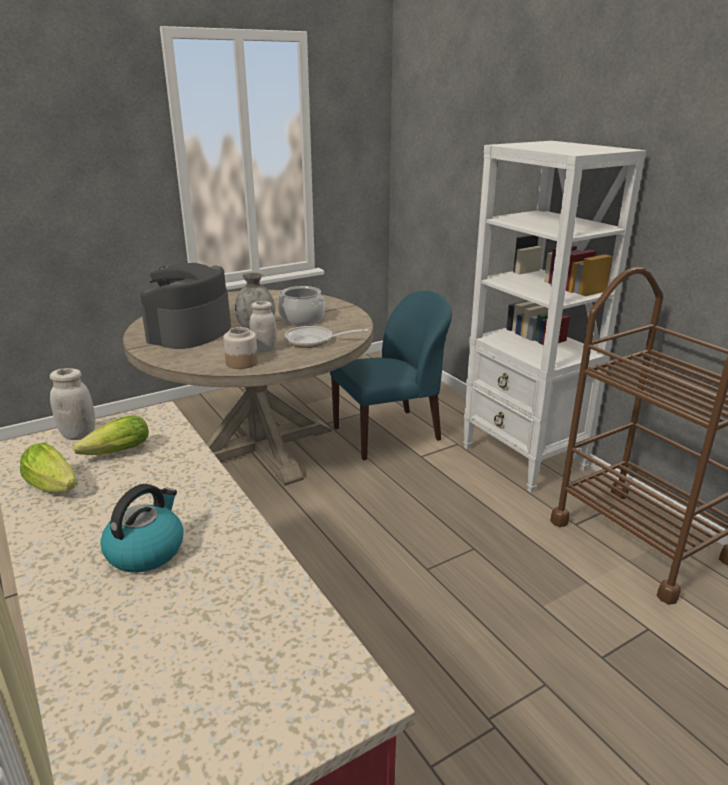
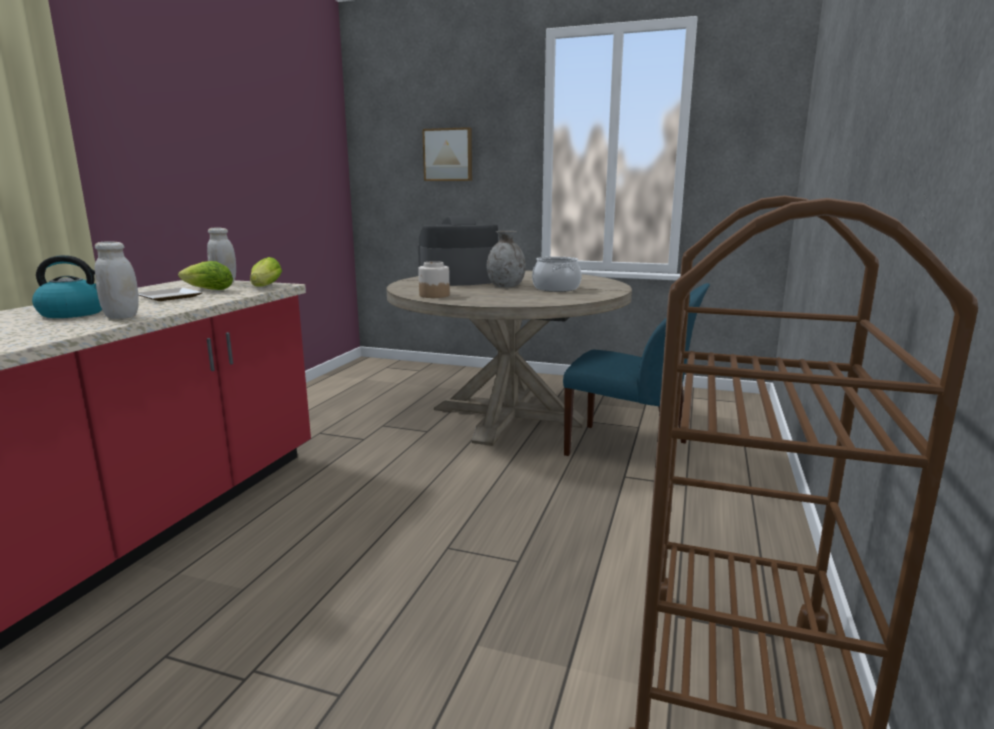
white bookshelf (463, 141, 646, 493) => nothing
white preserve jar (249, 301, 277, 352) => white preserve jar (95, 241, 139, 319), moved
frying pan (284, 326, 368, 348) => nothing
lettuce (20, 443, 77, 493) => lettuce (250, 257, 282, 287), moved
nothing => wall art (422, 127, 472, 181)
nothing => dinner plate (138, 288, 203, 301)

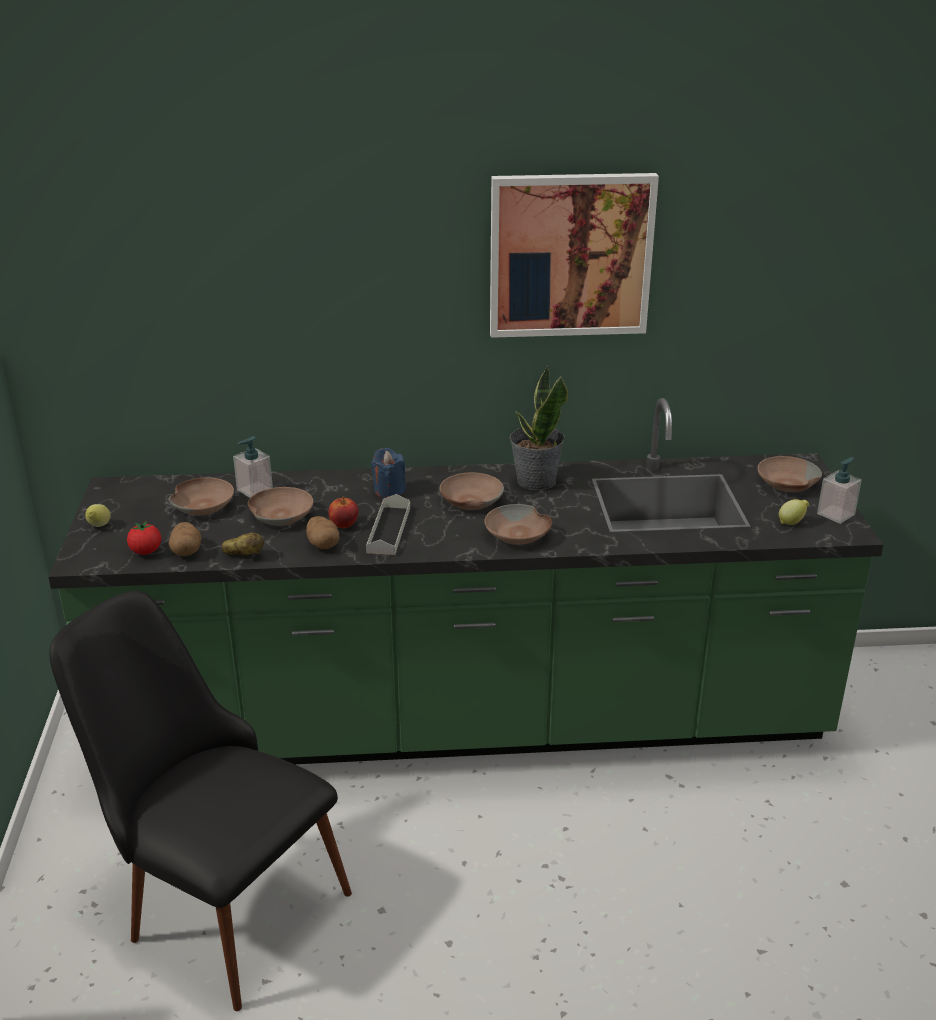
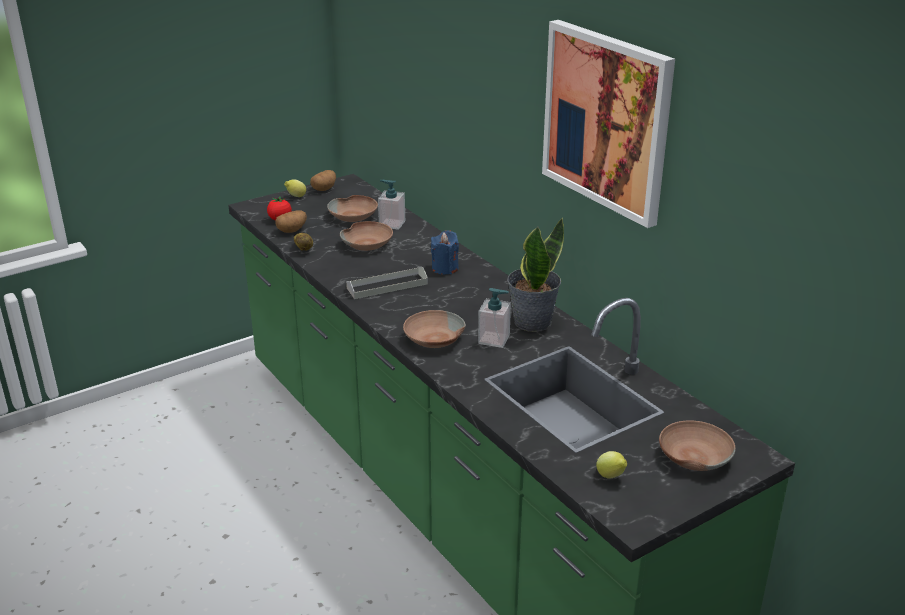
soap bottle (817, 457, 862, 524) => soap bottle (478, 288, 511, 348), moved
brownish deep dish (440, 472, 504, 510) => nothing
apple (329, 496, 359, 528) => nothing
spud (306, 516, 339, 549) => spud (310, 170, 336, 191), moved
black chair (50, 591, 352, 1011) => nothing

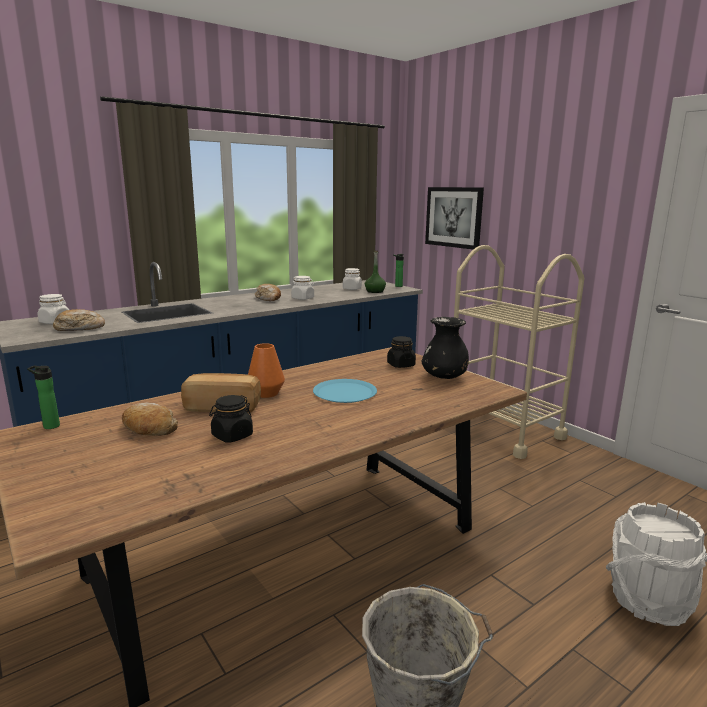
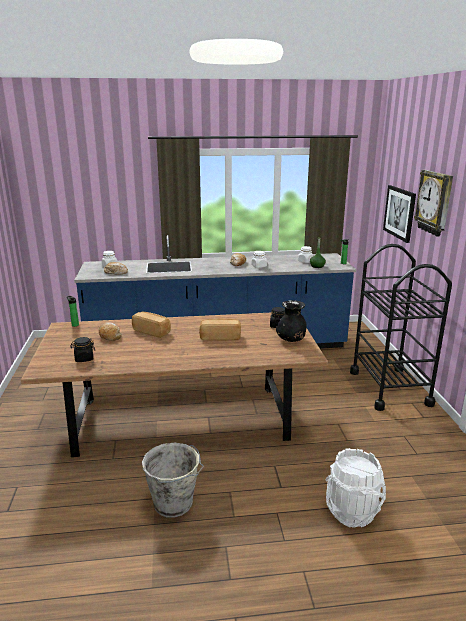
beige-coloured wheeled cart (454, 245, 584, 459) => black wheeled cart (350, 244, 452, 411)
orange flower vase (248, 343, 285, 398) => nothing
blue dinner plate (313, 379, 377, 403) => bread (199, 319, 241, 340)
black preserve jar (209, 395, 253, 443) => black preserve jar (70, 337, 95, 362), moved
nothing => clock on the wall (414, 170, 453, 237)

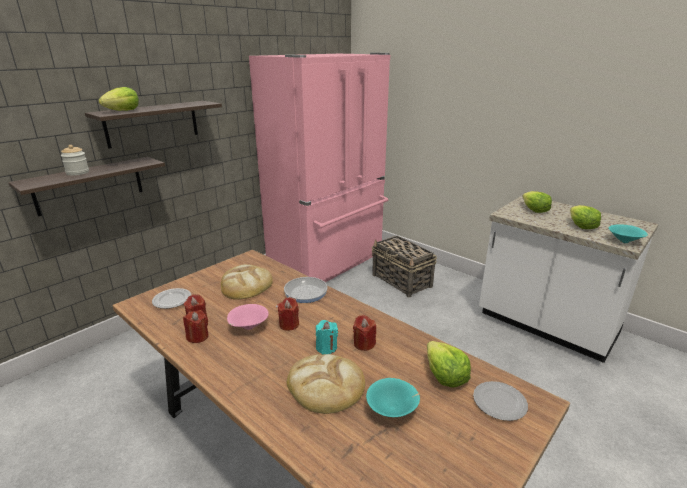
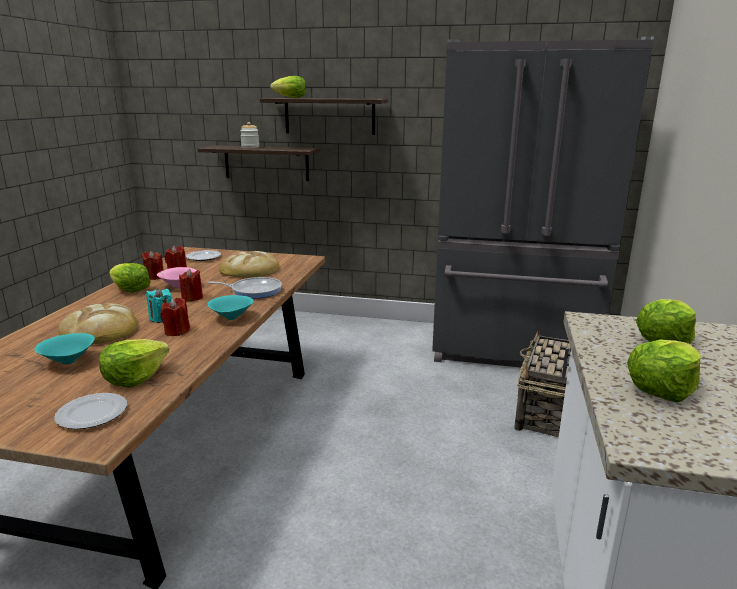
pink refrigerator (249, 53, 390, 282) => gray refrigerator (432, 36, 654, 368)
turquoise deep dish (609, 224, 648, 243) => turquoise deep dish (207, 295, 254, 320), moved
nothing => lettuce (109, 263, 150, 293)

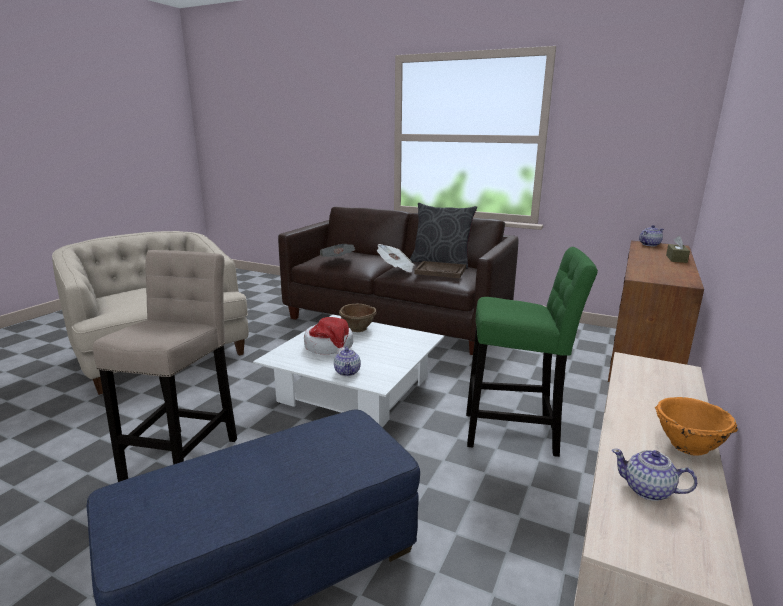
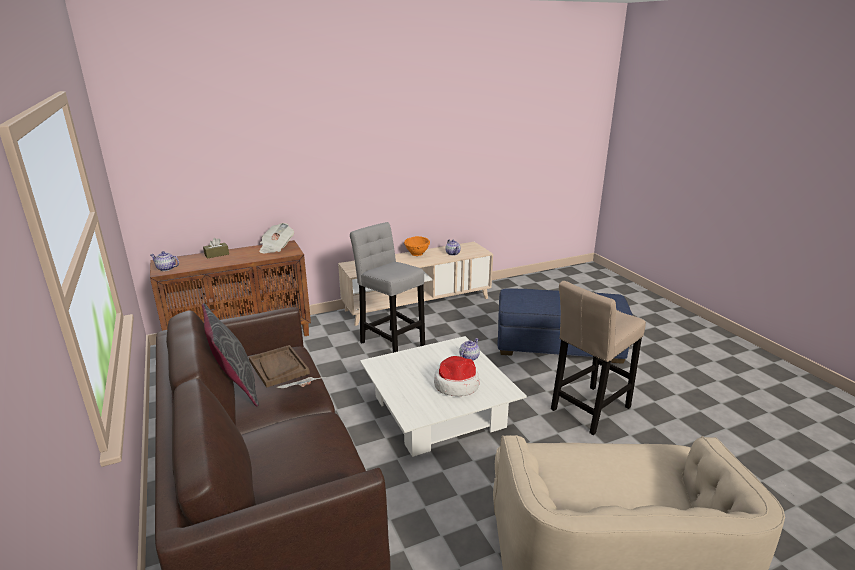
printed paper (320, 244, 355, 257) => printed paper (259, 223, 294, 253), moved
green-coloured sitting stool (466, 247, 598, 457) => gray sitting stool (350, 222, 425, 353)
brownish deep dish (339, 304, 377, 332) => nothing

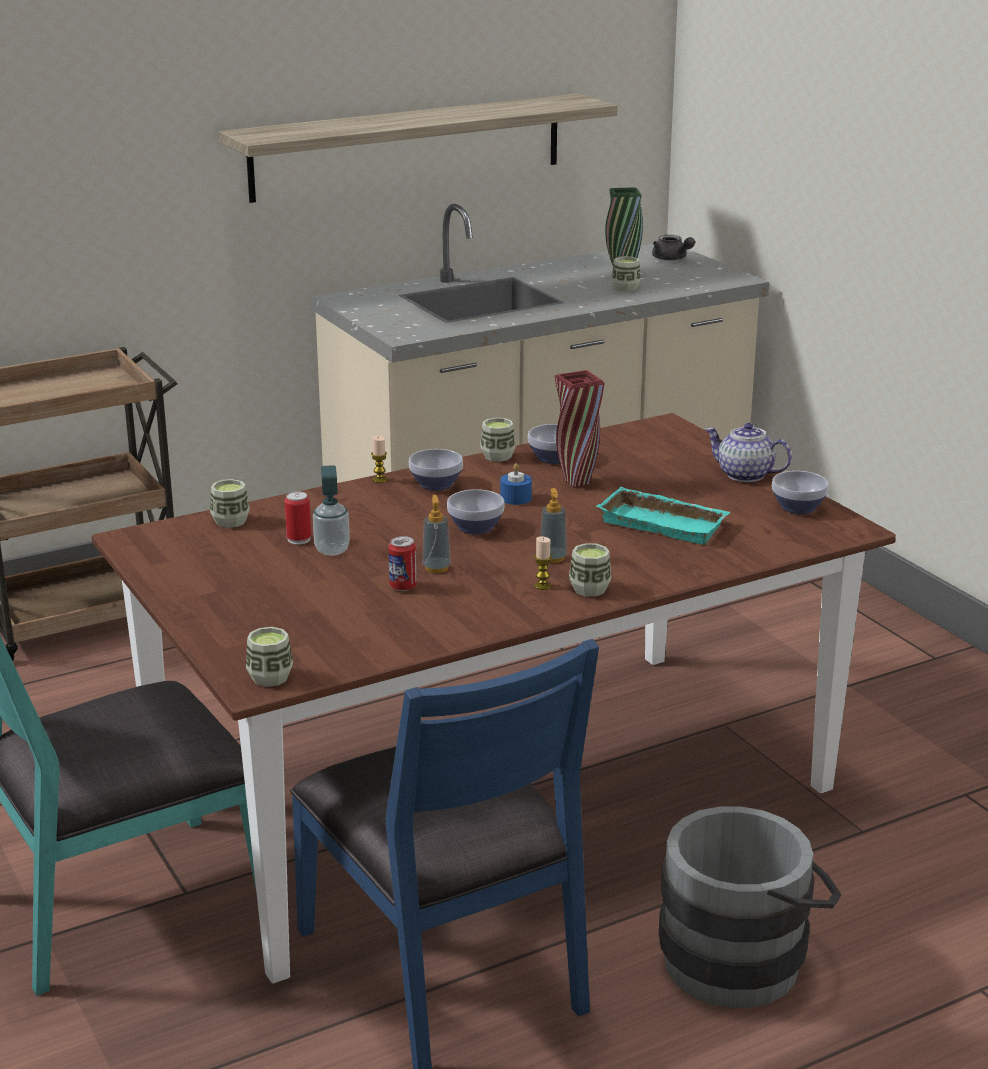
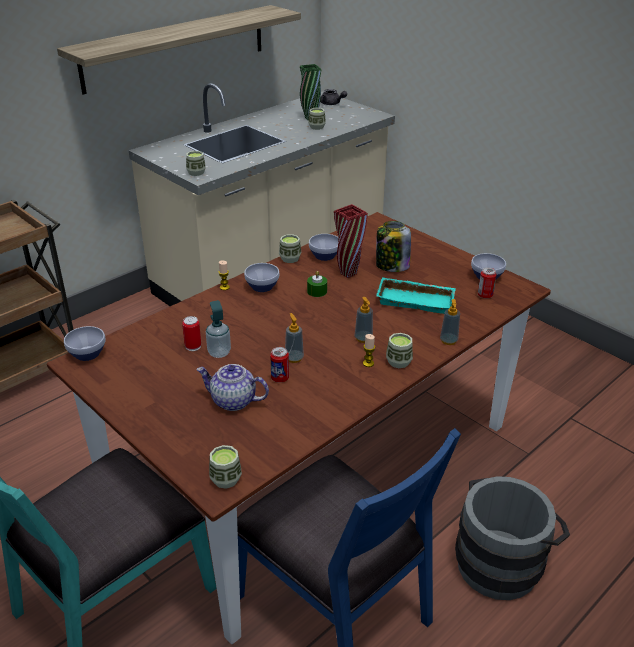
teapot (705, 423, 792, 482) => teapot (196, 364, 269, 411), moved
blue candle (500, 463, 532, 505) => green-coloured candle (307, 271, 327, 297)
cup (210, 479, 250, 528) => cup (186, 151, 206, 176), moved
deep dish (447, 489, 505, 534) => deep dish (64, 326, 106, 361), moved
nothing => preserve jar (376, 221, 411, 272)
nothing => metal can (478, 267, 497, 299)
nothing => soap bottle (440, 299, 460, 345)

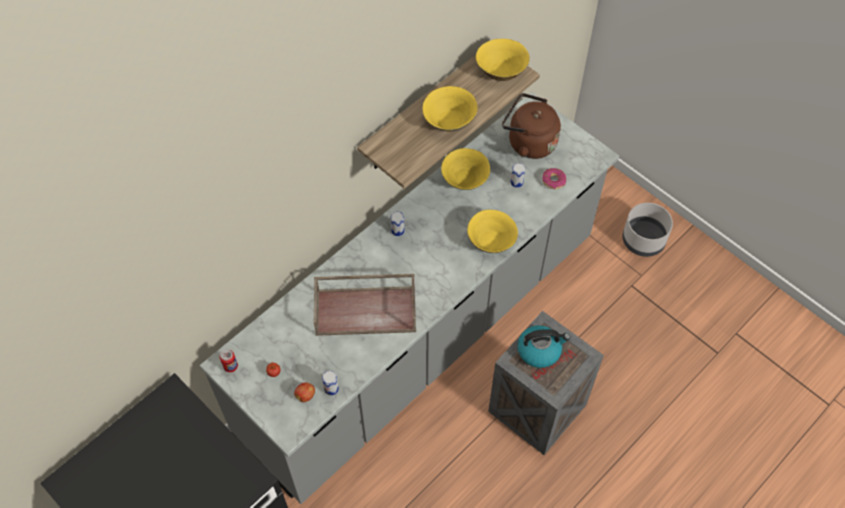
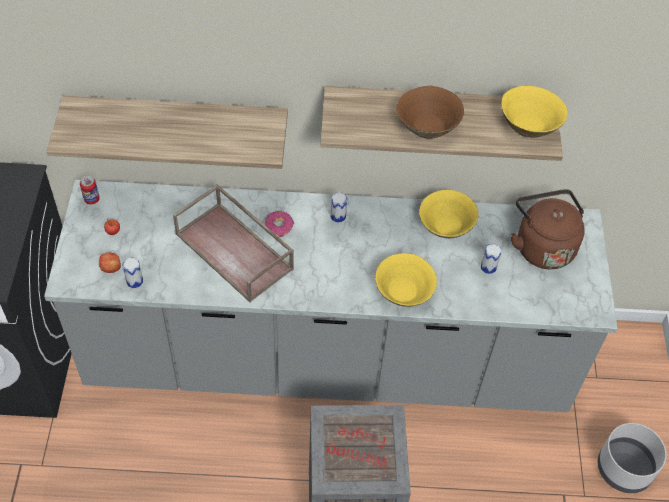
yellowish deep dish (422, 86, 478, 132) => brownish deep dish (396, 86, 464, 139)
ring doughnut (542, 168, 566, 189) => ring doughnut (265, 211, 294, 237), moved
water kettle (518, 325, 570, 368) => nothing
nothing => bracket shelf (47, 95, 288, 169)

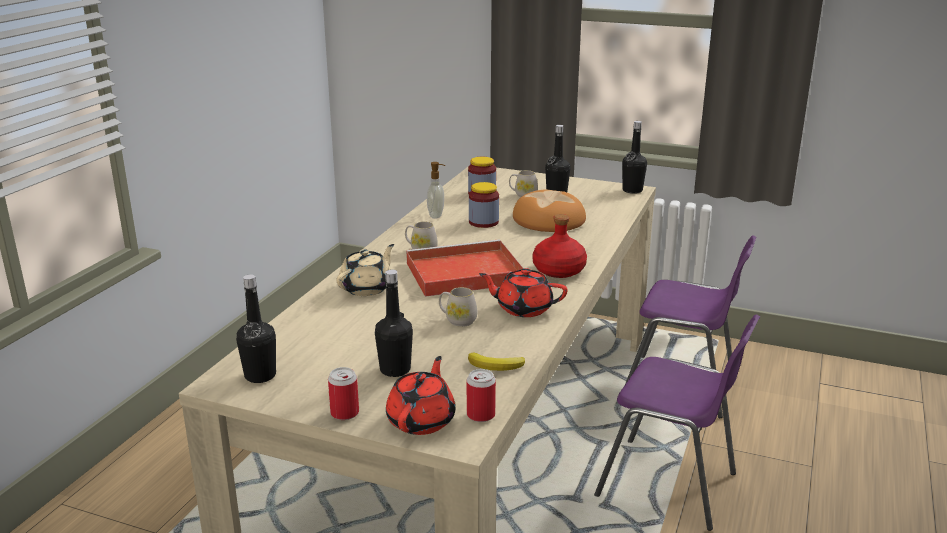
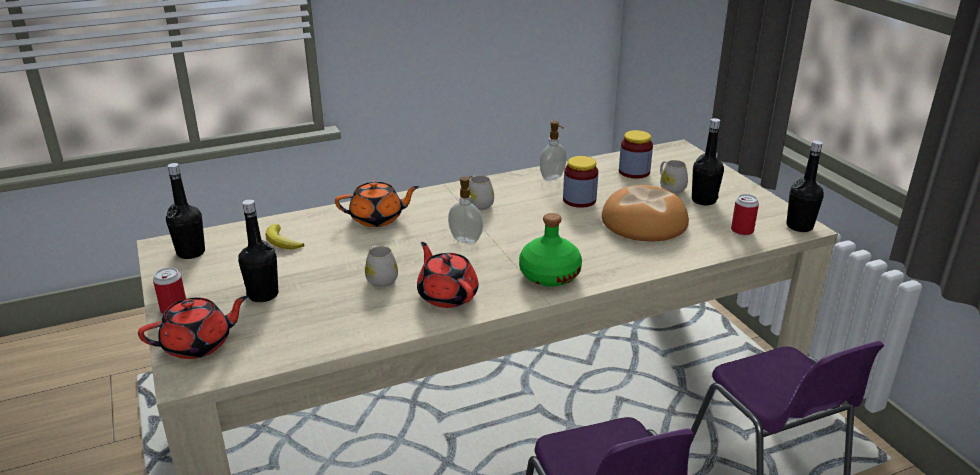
red bottle (533, 214, 587, 278) => green-coloured bottle (519, 213, 582, 287)
red tray (406, 240, 523, 297) => soap bottle (448, 176, 483, 244)
beige-coloured teapot (336, 244, 394, 296) => orange teapot (335, 181, 419, 227)
whole banana (468, 352, 525, 371) => whole banana (266, 224, 304, 249), moved
metal can (467, 369, 496, 422) => metal can (731, 194, 759, 235), moved

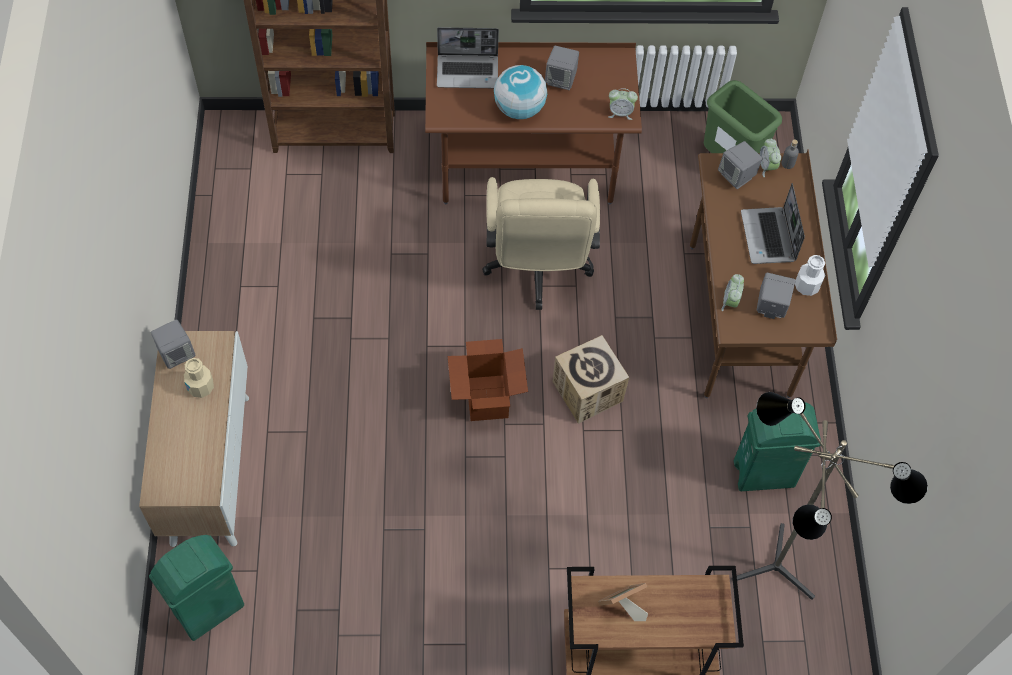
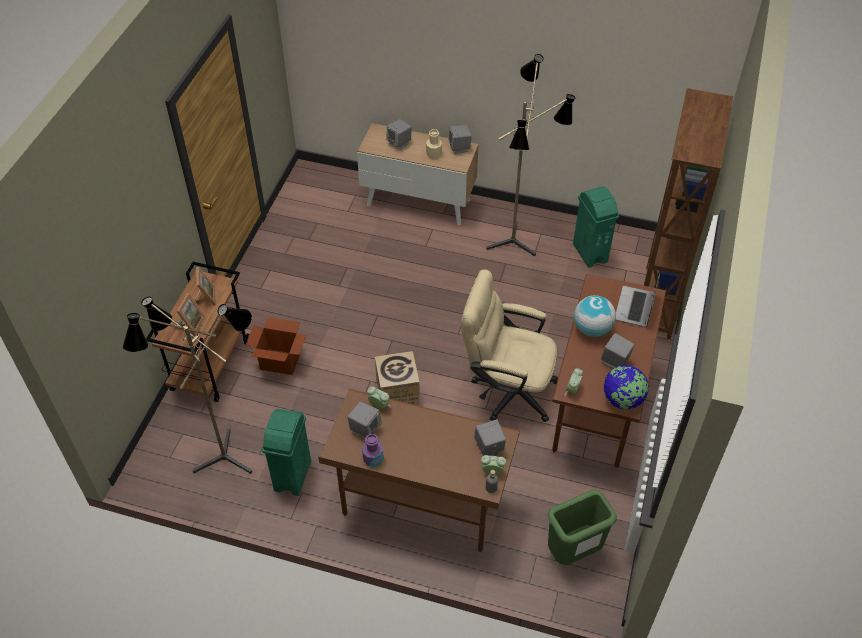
portable computer (741, 183, 805, 264) => nothing
white bottle (795, 255, 825, 296) => purplish bottle (362, 434, 384, 467)
packing box (448, 339, 528, 421) => packing box (246, 317, 306, 375), moved
green-coloured rubbish bin (149, 535, 244, 641) => green-coloured rubbish bin (573, 187, 619, 268), moved
nothing => floor lamp (486, 54, 576, 256)
nothing => gray loudspeaker (386, 119, 412, 150)
nothing => picture frame (174, 293, 206, 335)
nothing => world globe (603, 365, 649, 410)

